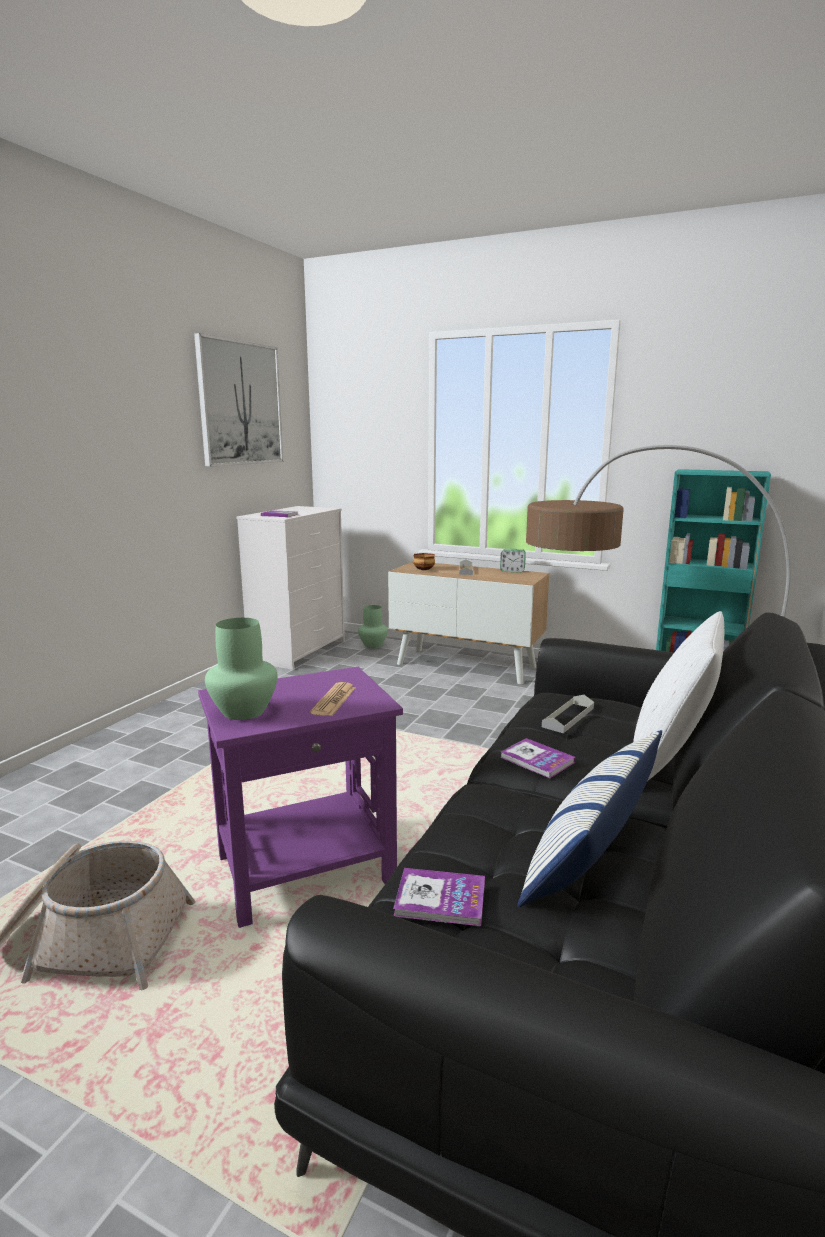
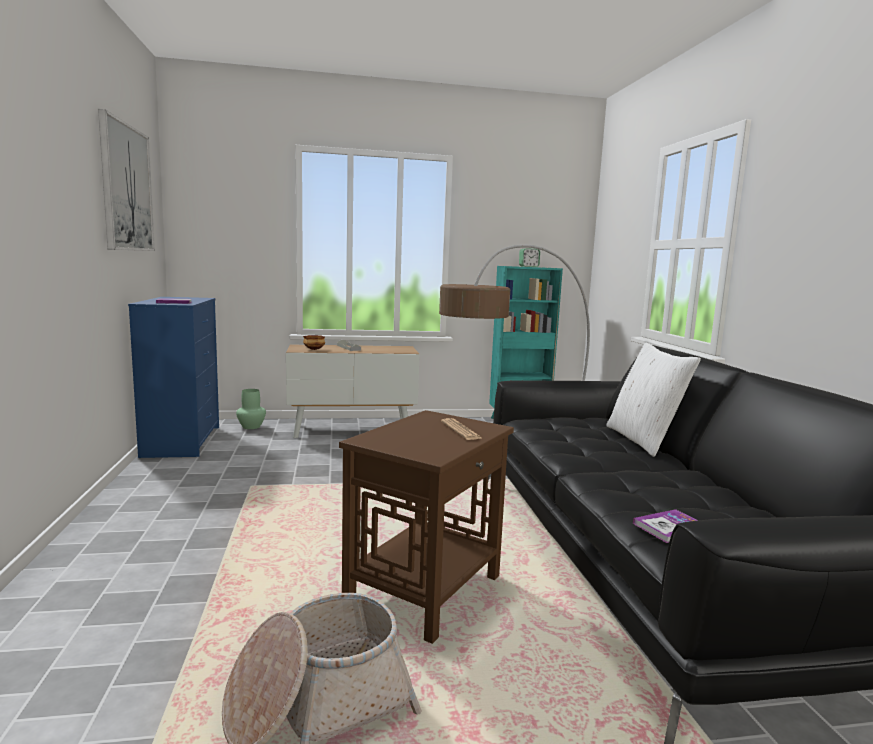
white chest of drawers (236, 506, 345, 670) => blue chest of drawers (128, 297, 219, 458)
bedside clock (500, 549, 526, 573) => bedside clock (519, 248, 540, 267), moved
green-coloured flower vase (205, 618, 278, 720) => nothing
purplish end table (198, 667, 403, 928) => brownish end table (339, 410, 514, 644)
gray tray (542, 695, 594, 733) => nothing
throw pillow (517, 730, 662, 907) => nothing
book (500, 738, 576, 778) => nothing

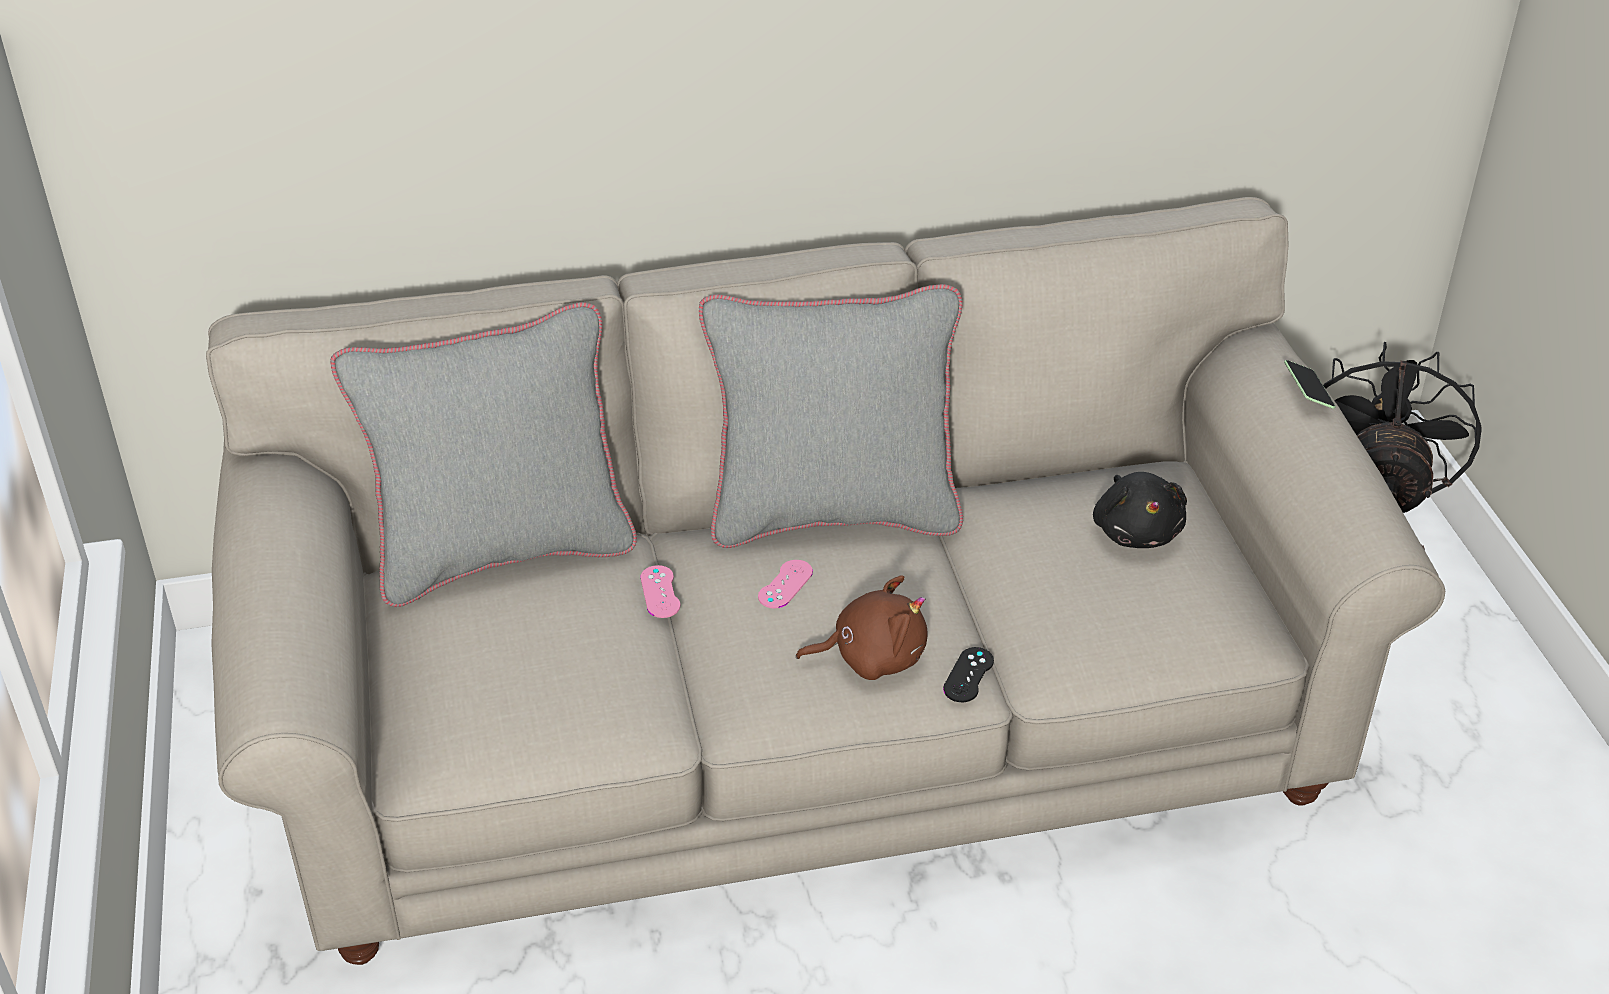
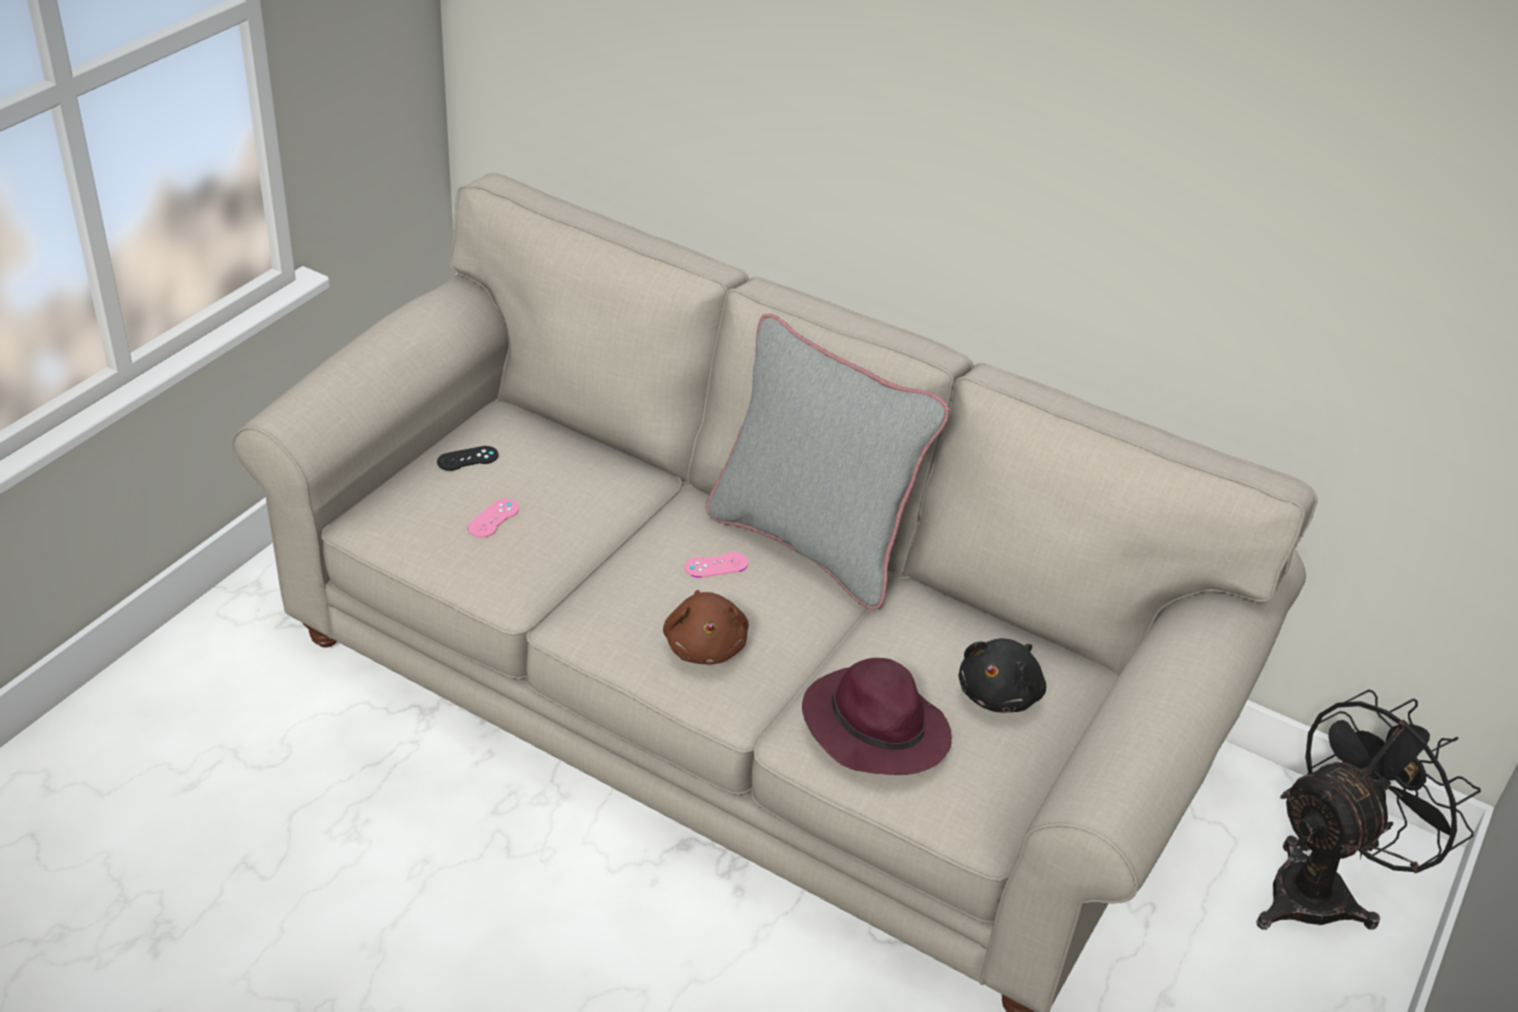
gray throw pillow (330, 302, 637, 607) => nothing
phone (1284, 360, 1336, 409) => nothing
pink game controller (641, 565, 680, 618) => pink game controller (468, 499, 519, 538), moved
brownish plush toy (796, 575, 927, 680) => brownish plush toy (663, 590, 749, 664), 45 degrees clockwise
black game controller (943, 647, 994, 702) => black game controller (437, 446, 499, 471), moved
nothing => purplish wearable hat (802, 658, 952, 775)

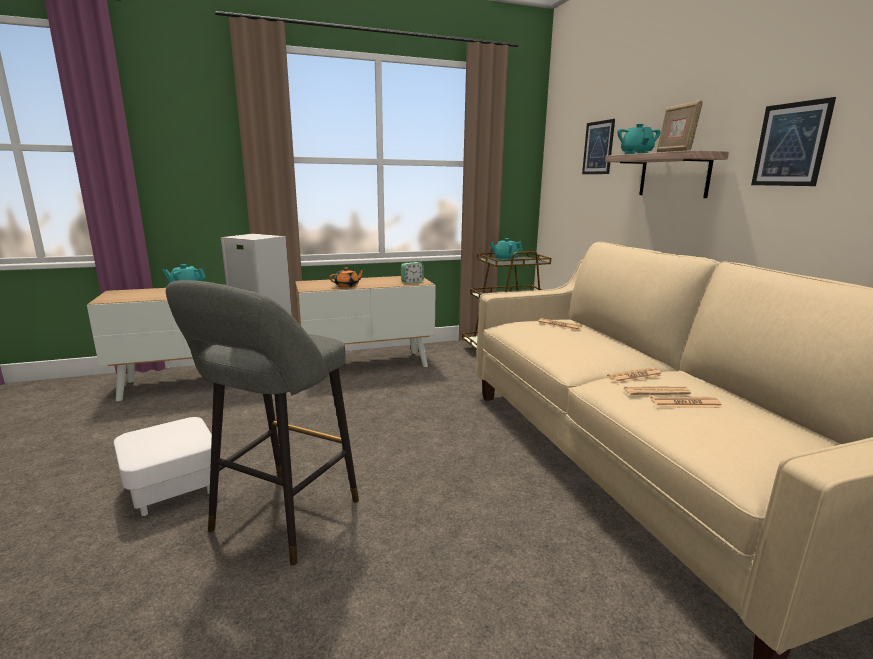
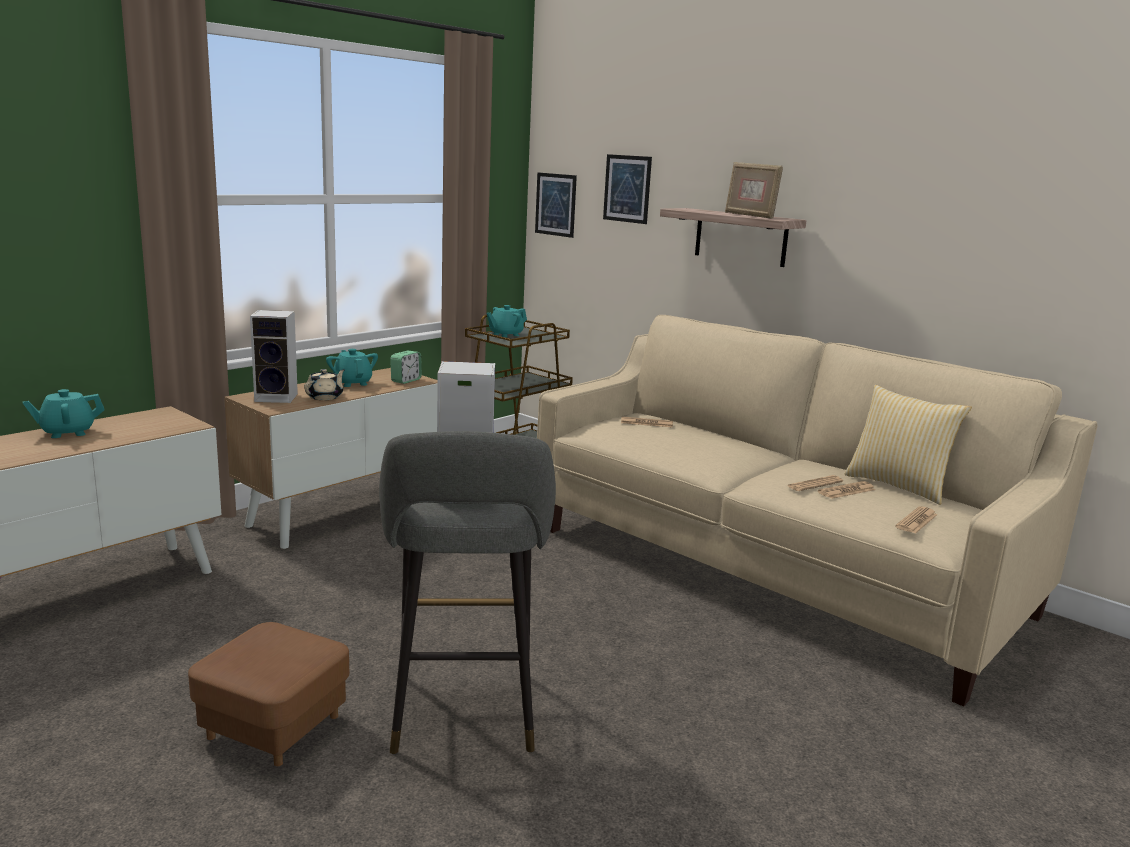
wall art (751, 97, 836, 186) => wall art (535, 172, 577, 238), moved
turquoise teapot (617, 124, 661, 154) => turquoise teapot (326, 349, 378, 387), moved
orange teapot (329, 267, 364, 288) => beige-coloured teapot (304, 369, 345, 400)
printed paper (607, 368, 663, 383) => printed paper (895, 506, 937, 534), moved
white pouffe (114, 417, 212, 516) => brownish pouffe (188, 622, 349, 766)
nothing => loudspeaker (250, 310, 298, 403)
nothing => throw pillow (845, 385, 972, 505)

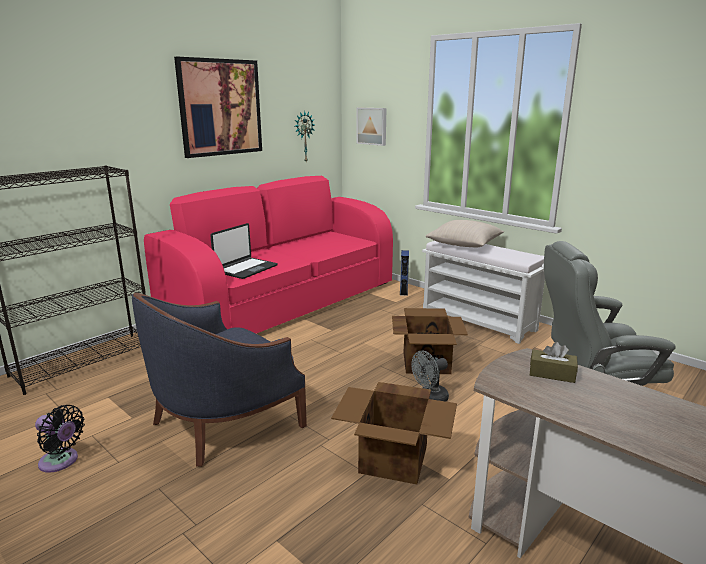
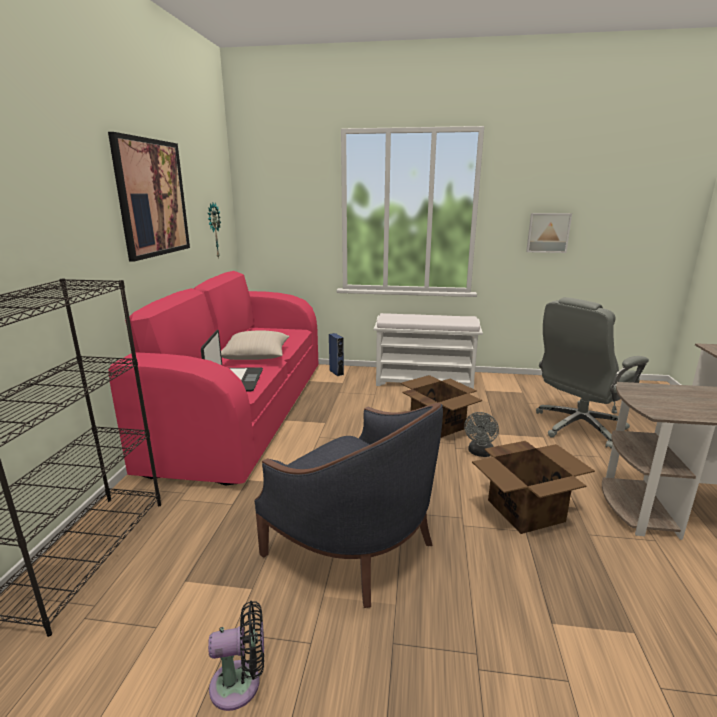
wall art (357, 108, 387, 146) => wall art (526, 213, 572, 253), moved
beige-coloured throw pillow (426, 220, 504, 247) => beige-coloured throw pillow (221, 330, 289, 360), moved
blue armchair (132, 293, 307, 467) => blue armchair (255, 403, 443, 608), 60 degrees counterclockwise
brownish tissue holder (530, 342, 578, 383) => nothing

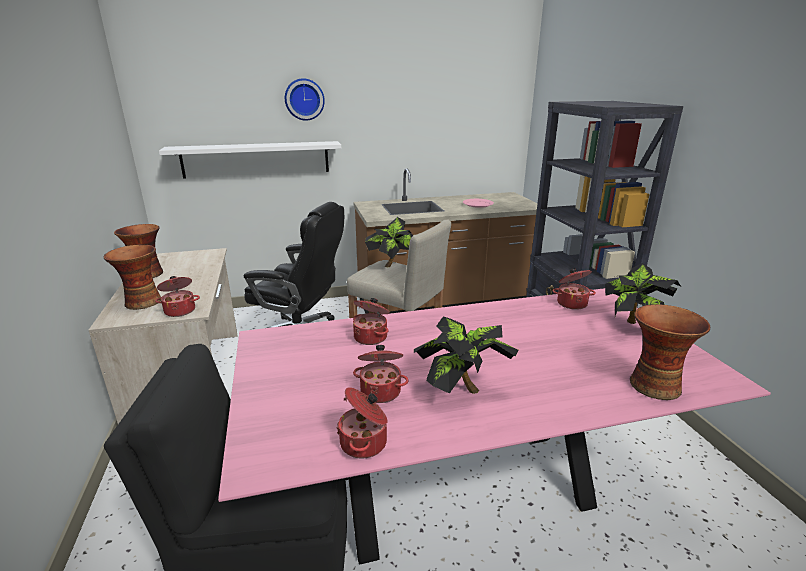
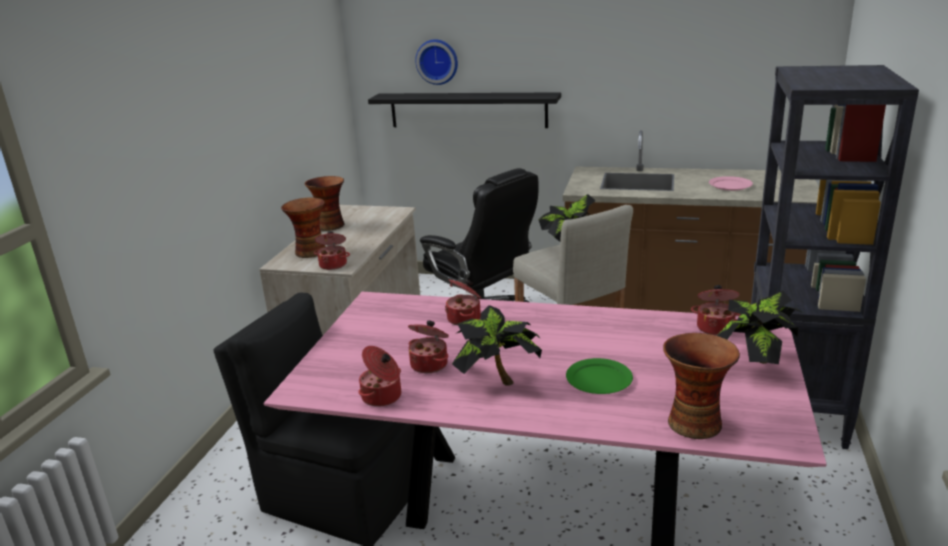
clock on the wall (285, 78, 325, 121) => clock on the wall (415, 39, 458, 85), moved
white bracket shelf (159, 141, 341, 179) => black bracket shelf (368, 92, 561, 128)
nothing => green-coloured dinner plate (566, 358, 633, 394)

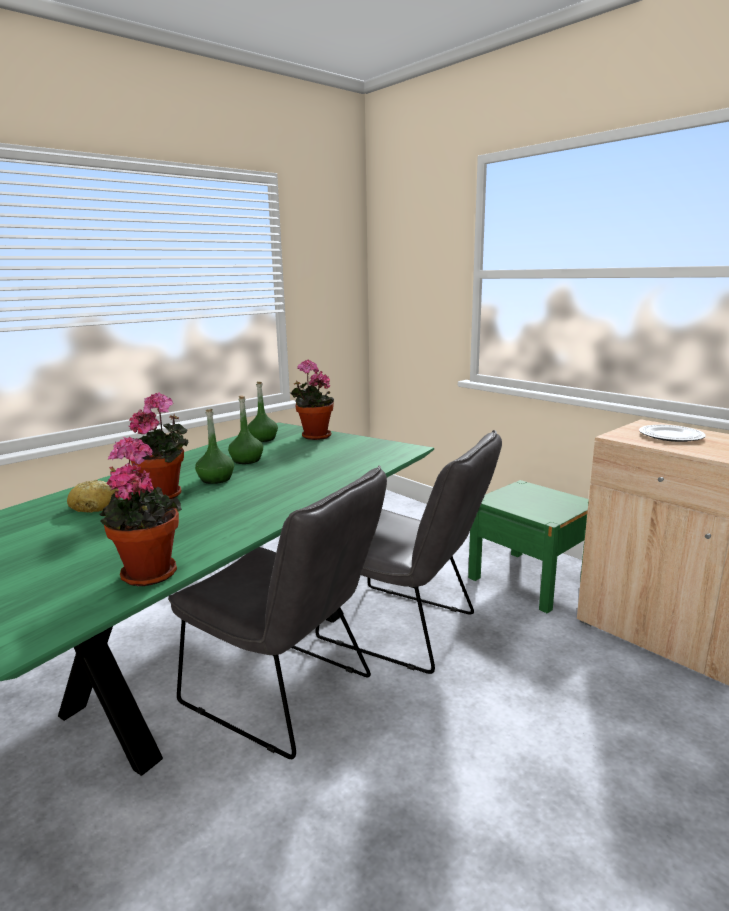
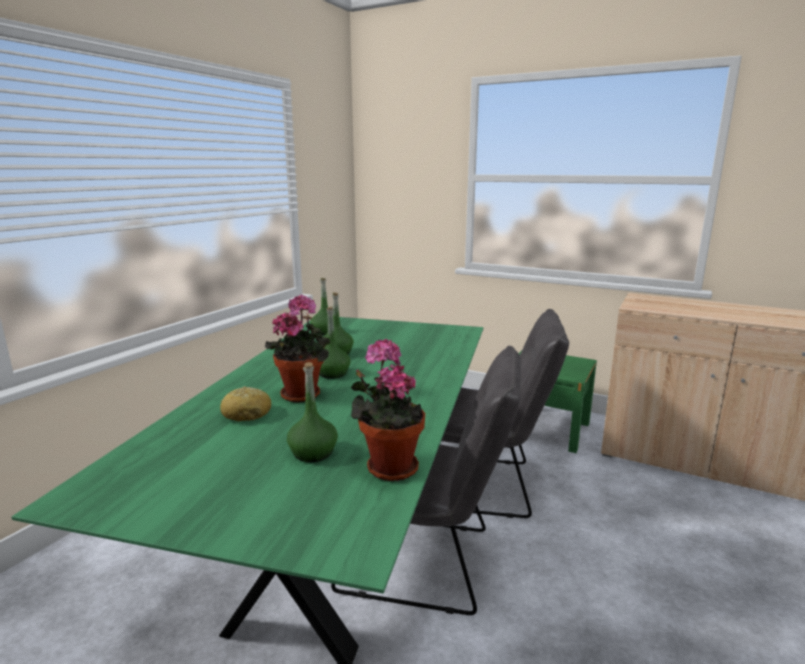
houseplant (290, 359, 334, 440) => nothing
dinner plate (639, 425, 706, 442) => nothing
nothing => green-coloured bottle (287, 362, 338, 462)

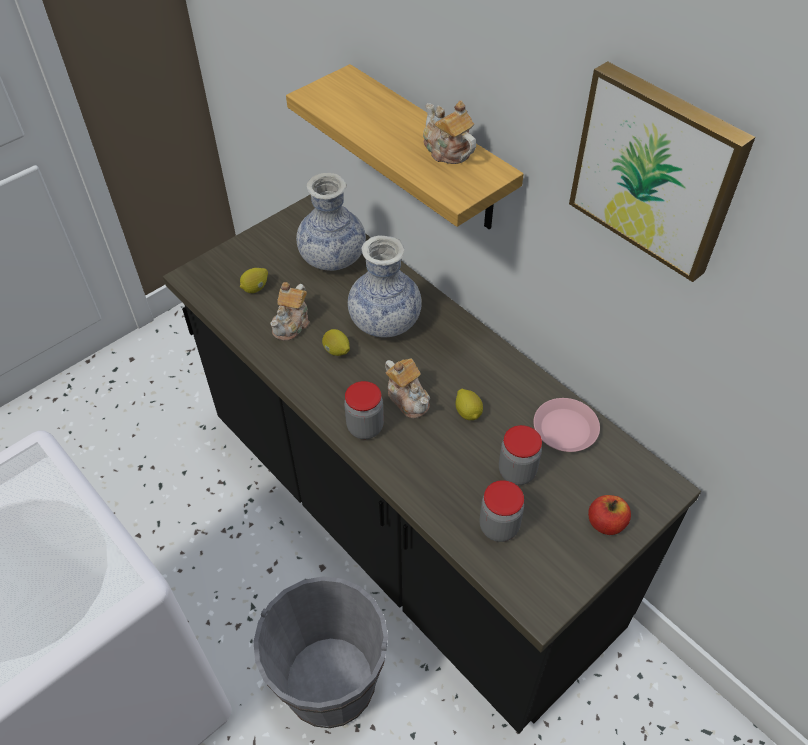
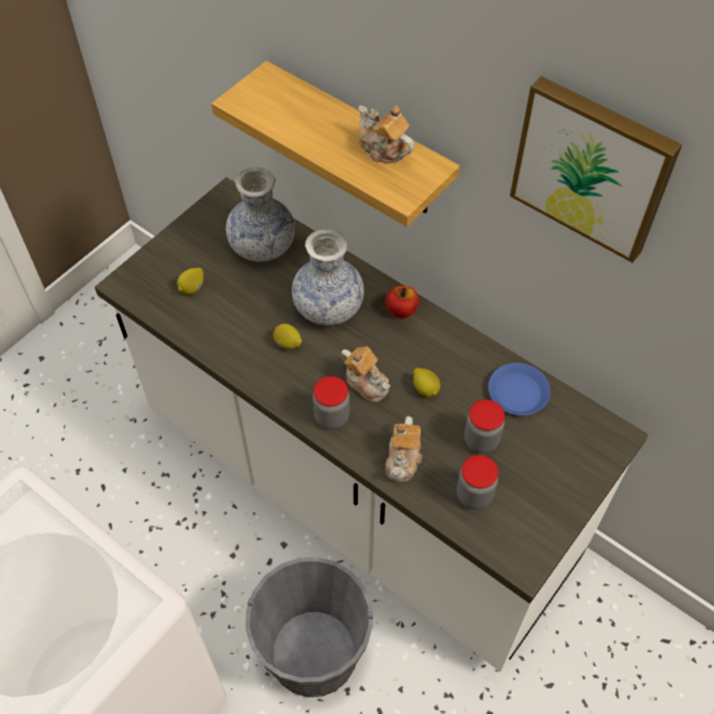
black kitchen counter (163, 194, 701, 733) => white kitchen counter (95, 177, 648, 672)
teapot (270, 282, 310, 341) => teapot (385, 416, 422, 482), moved
pink dinner plate (533, 398, 600, 452) => blue dinner plate (488, 363, 550, 415)
apple (588, 495, 631, 535) => apple (385, 286, 419, 318), moved

